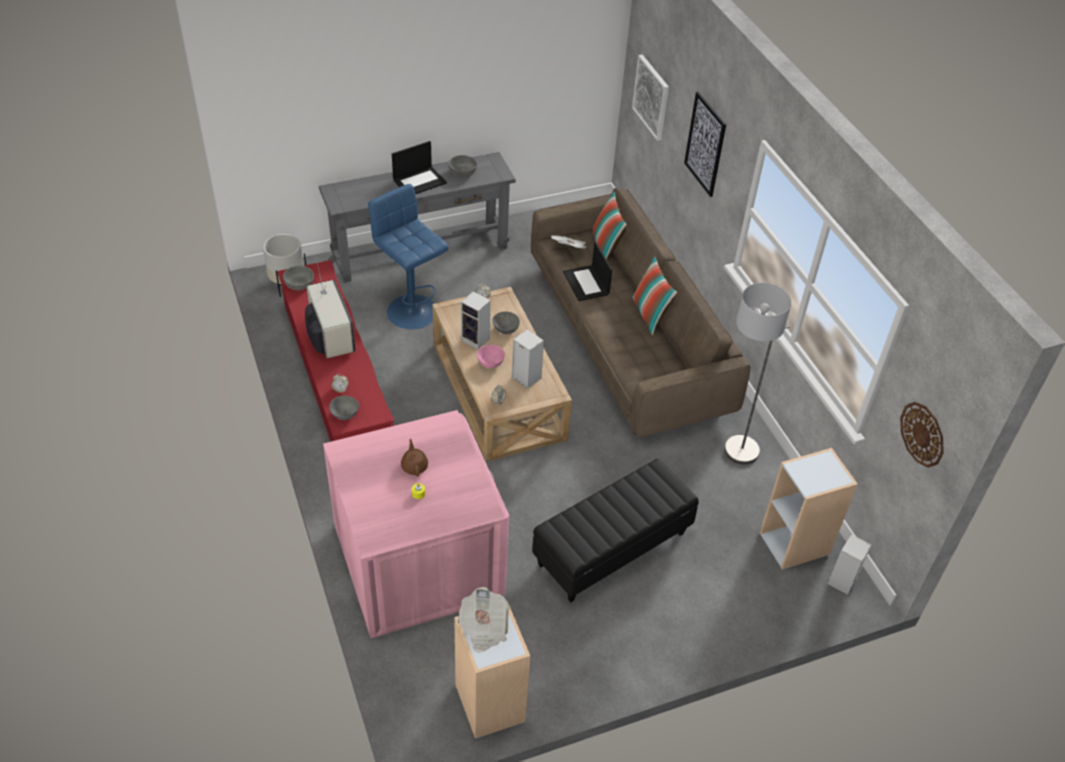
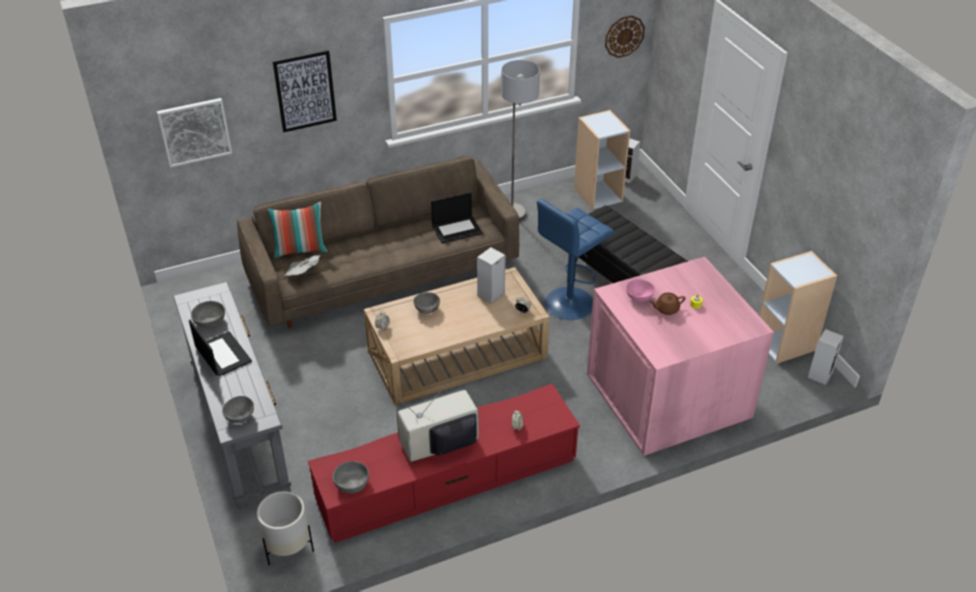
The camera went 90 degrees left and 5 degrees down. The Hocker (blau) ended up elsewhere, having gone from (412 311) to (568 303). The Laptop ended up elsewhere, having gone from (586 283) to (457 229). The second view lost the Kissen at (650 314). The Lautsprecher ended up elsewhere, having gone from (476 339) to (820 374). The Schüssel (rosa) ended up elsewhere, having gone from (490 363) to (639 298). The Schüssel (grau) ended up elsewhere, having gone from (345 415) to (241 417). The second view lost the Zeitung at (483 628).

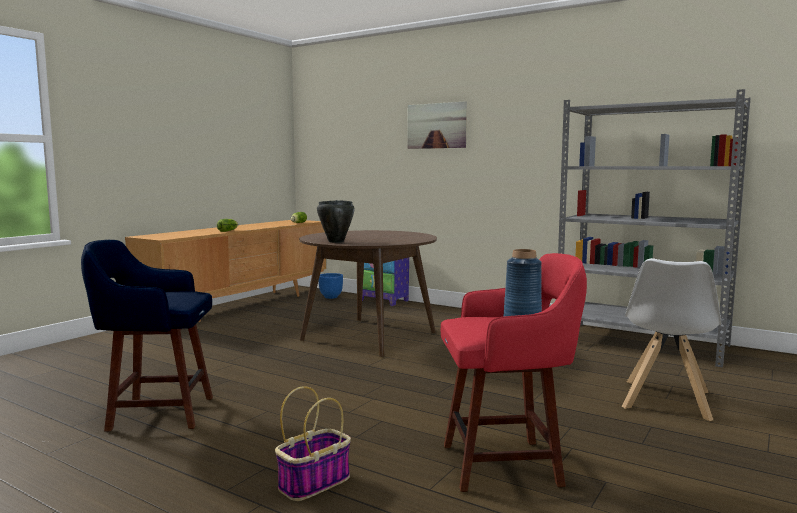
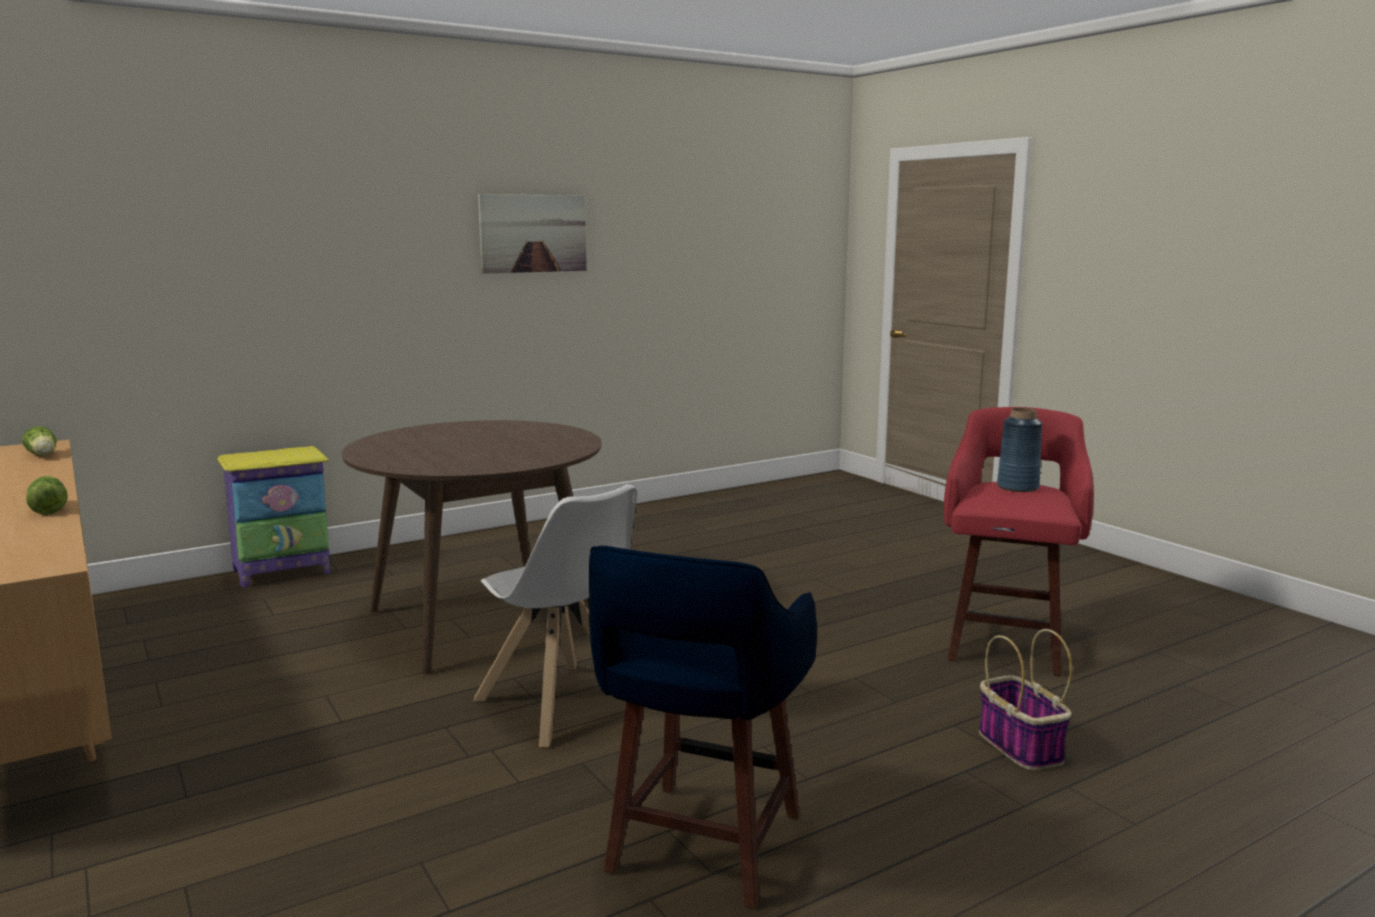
The camera went 65 degrees left and 5 degrees up. The second view lost the Bücherregal (grau) at (641 343). The Bild ended up elsewhere, having gone from (436 126) to (533 233). The second view lost the Kochtopf (schwarz) at (335 241). The Stuhl ended up elsewhere, having gone from (665 401) to (562 706). The second view lost the Pflanzkübel (blau) at (331 297).

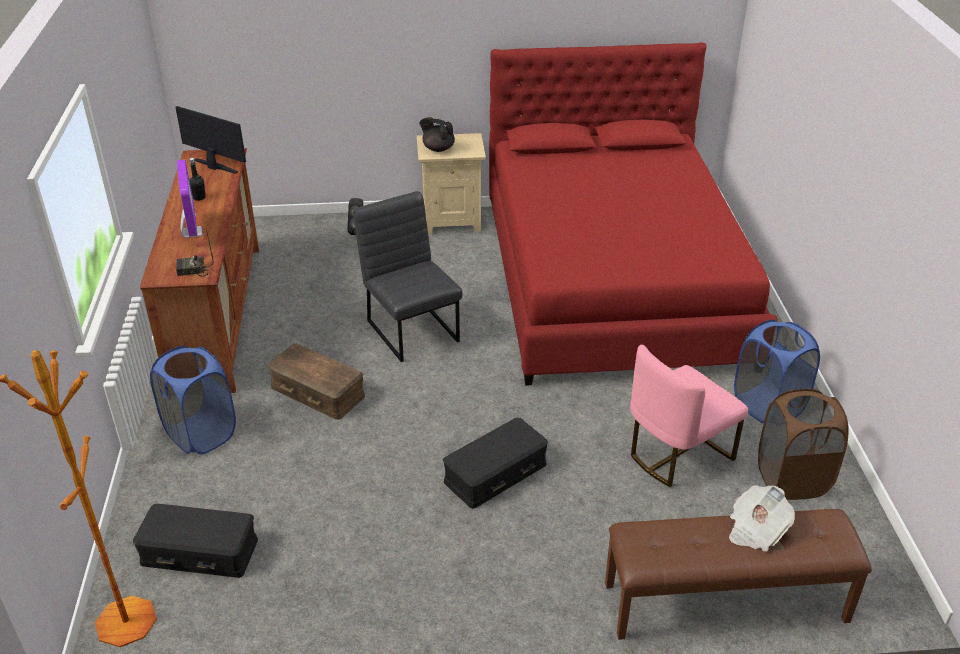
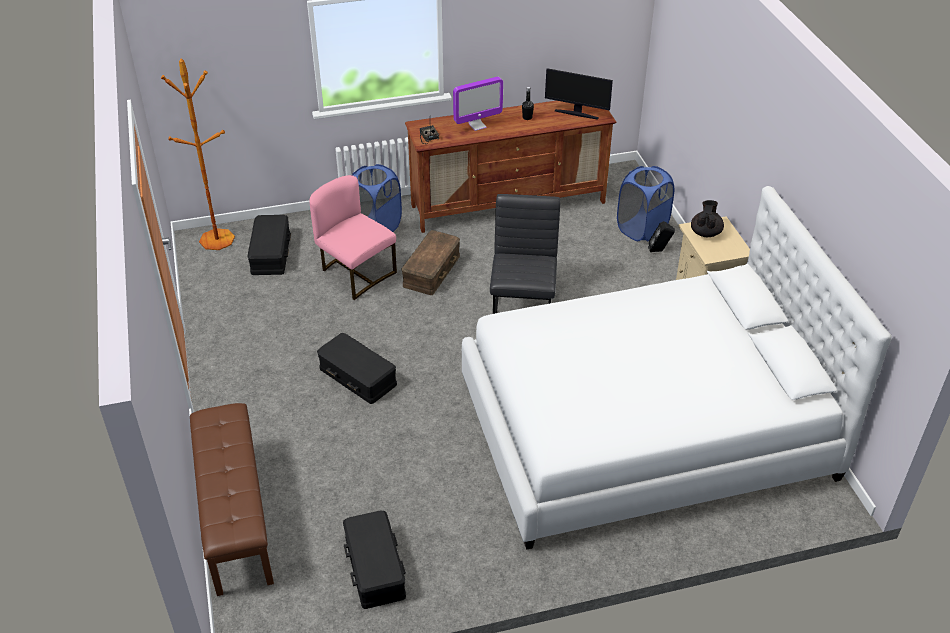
The camera went 80 degrees right and 5 degrees up. What was the Bett (rot) at (612 281) turned into the Bett (weiß) at (645 429). The Monitor at (214 167) ended up facing another way, 90 degrees clockwise from before. The Stuhl (grau) at (412 329) ended up facing another way, 45 degrees counterclockwise from before. The Wäschekorb (blau) ended up elsewhere, having gone from (768 406) to (642 229). The Stuhl (rosa) ended up elsewhere, having gone from (677 454) to (356 273). Where the Wäschekorb (braun) stood at (792 479), the Aufbewahrungsbox (schwarz) came to stand at (376 567). The second view lost the Zeitung at (756 529).

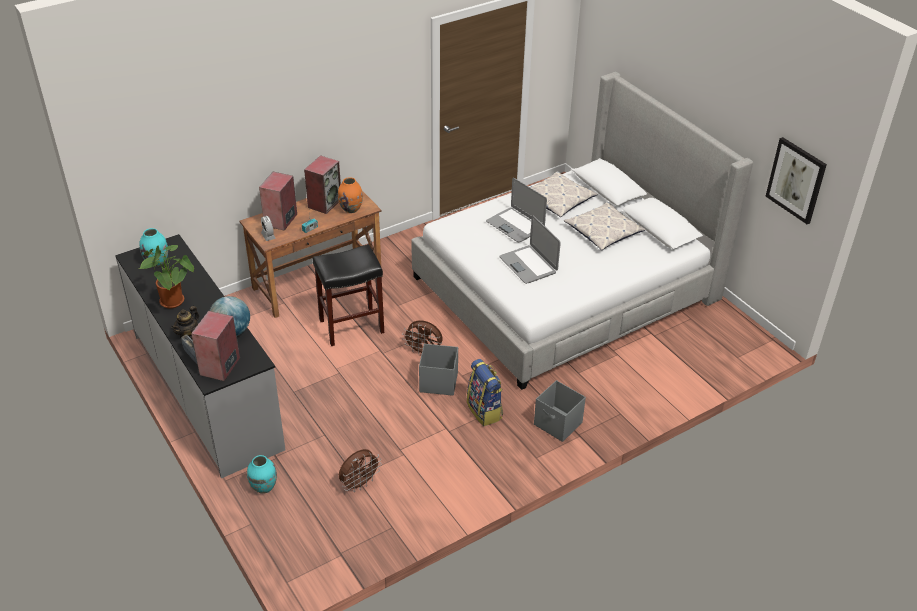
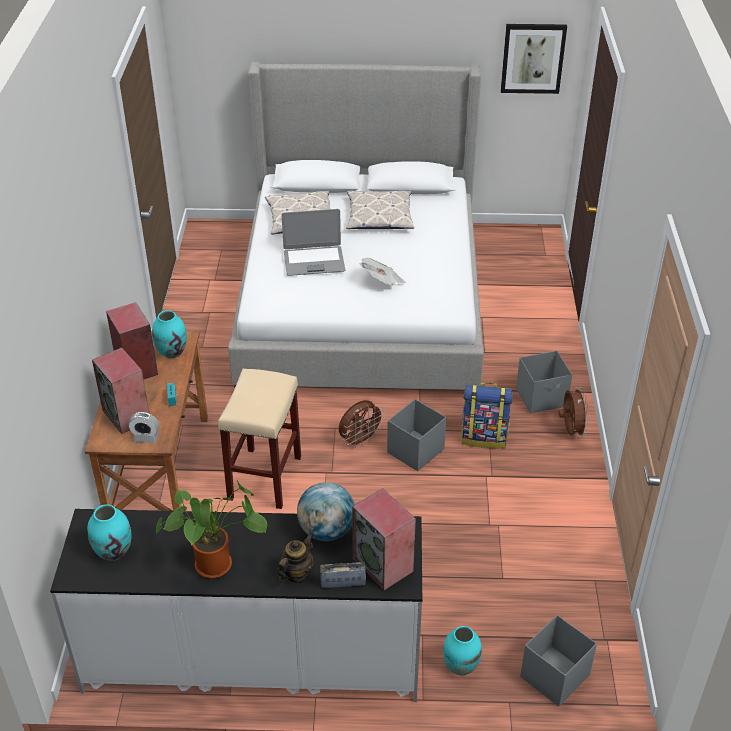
The camera went 55 degrees left and 0 degrees up. What was the Vase (orange) at (351 209) turned into the Vase (türkis) at (172 352). Where the Laptop stood at (528 265), the Zeitung came to stand at (382 282). What was the Hocker (schwarz) at (351 327) turned into the Hocker (beige) at (265 479). The Teekanne at (188 335) ended up facing another way, 120 degrees counterclockwise from before. The Ventilator (braun) ended up elsewhere, having gone from (359 484) to (570 430). The second view gained the Aufbewahrungsbox (grau) at (553 676).

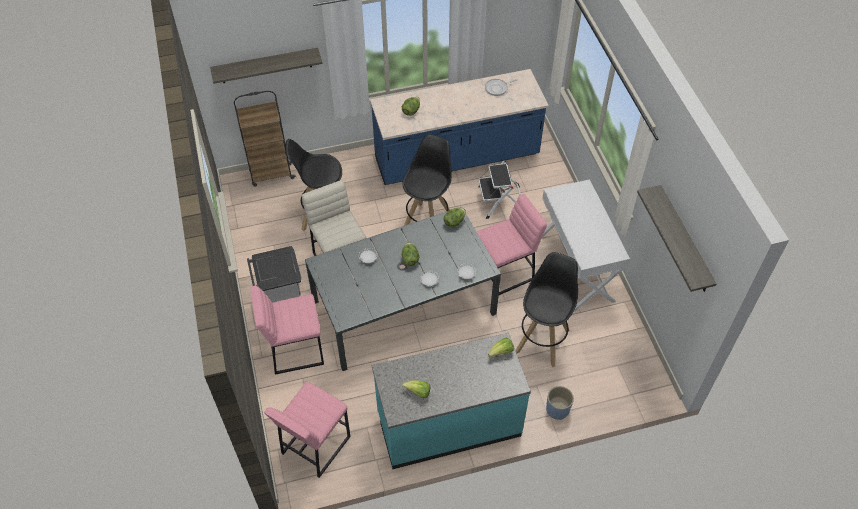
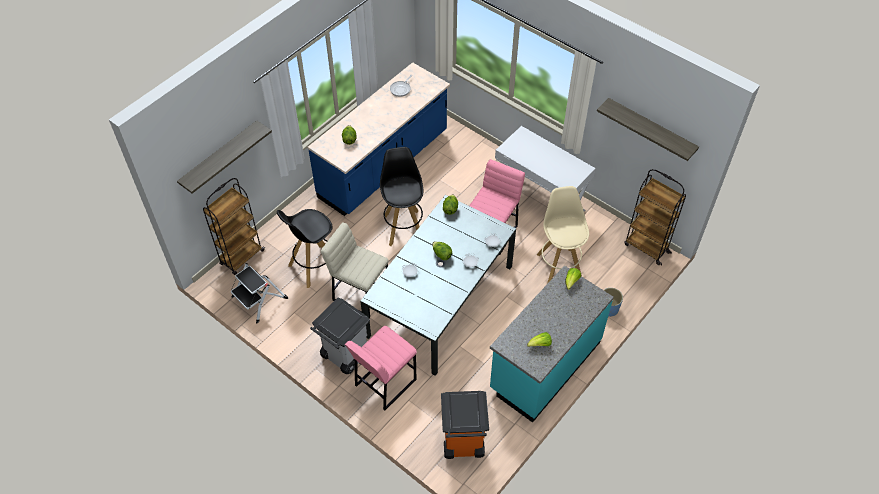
The camera went 35 degrees left and 0 degrees up. The Trittleiter ended up elsewhere, having gone from (501 200) to (259 299). What was the Hocker (schwarz) at (542 340) turned into the Hocker (beige) at (559 266). Where the Stuhl (rosa) stood at (315 446), the Mülleimer (orange) came to stand at (462 443). The second view gained the Rollwagen (braun) at (646 248).

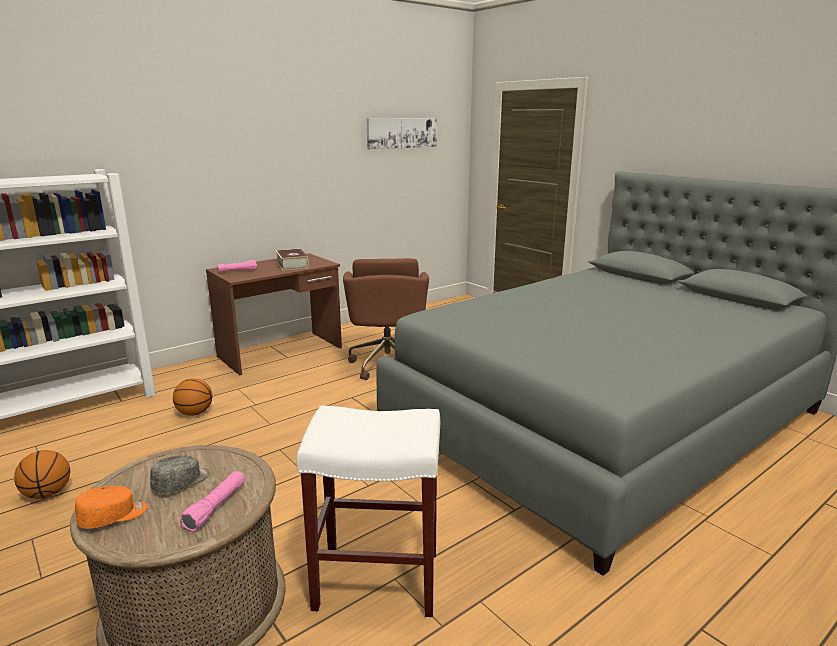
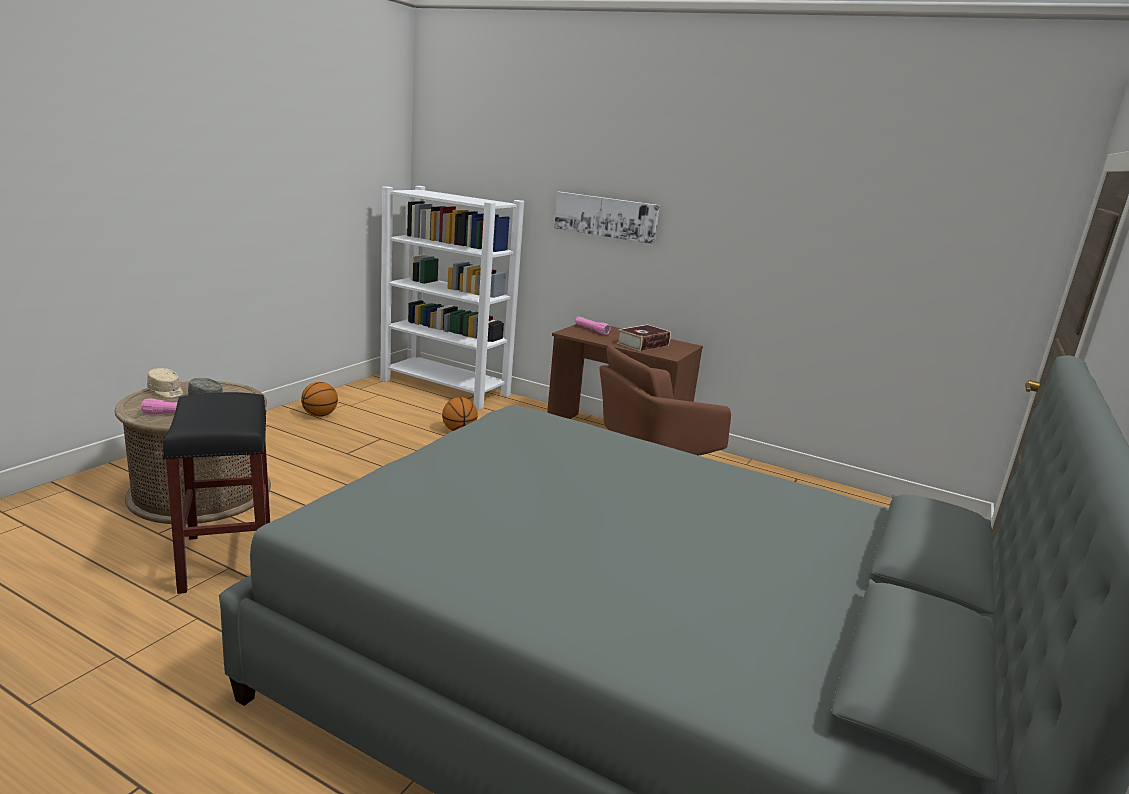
The camera went 65 degrees right and 0 degrees up. The Bild ended up elsewhere, having gone from (402 133) to (606 217). What was the Hocker (weiß) at (375 580) turned into the Hocker (schwarz) at (226 558). What was the Kappe (orange) at (113 516) turned into the Kappe (beige) at (166 391).

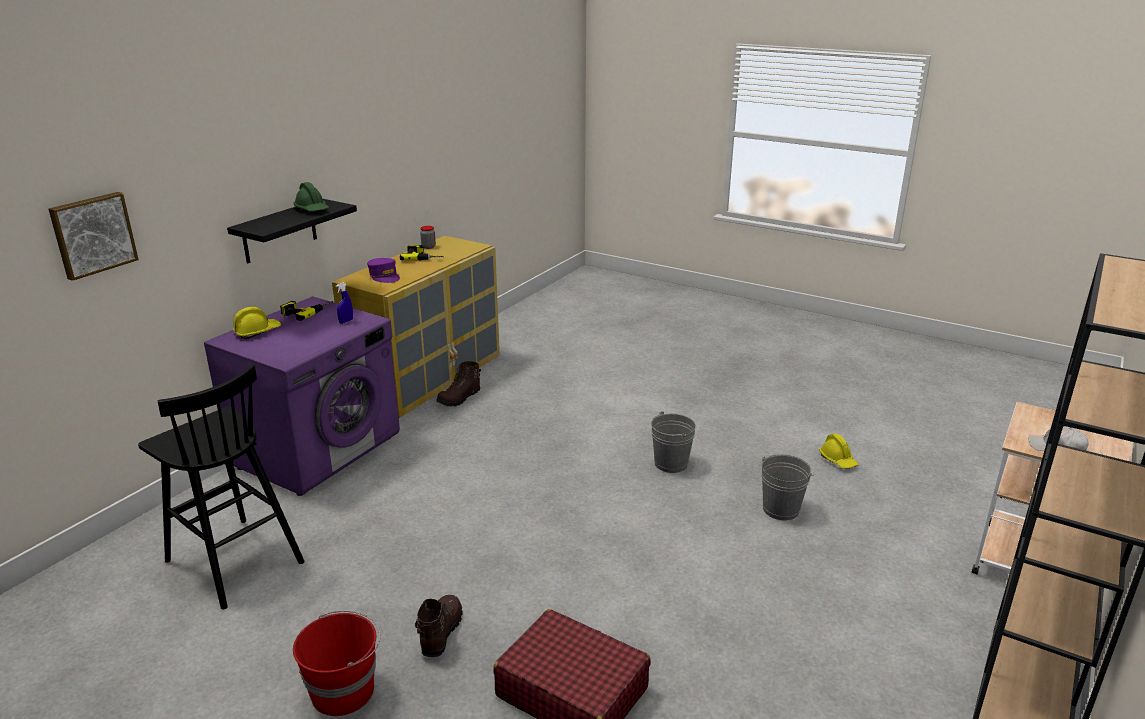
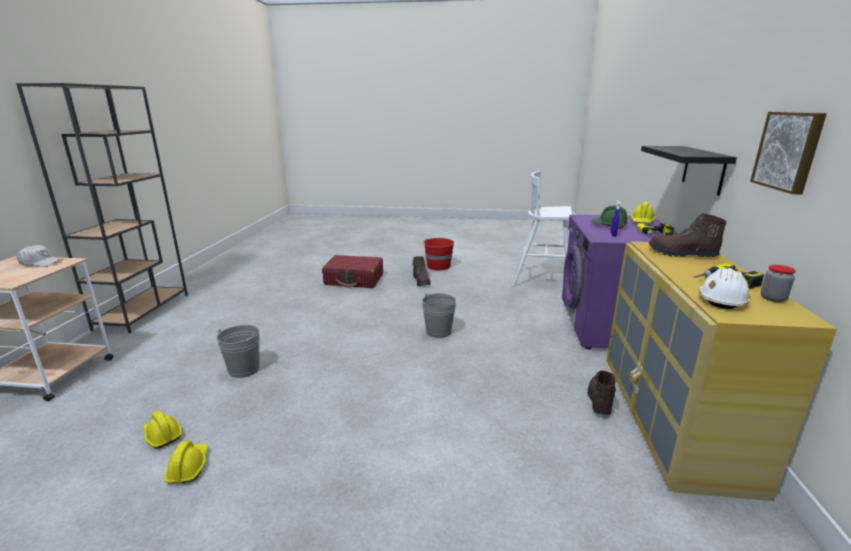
The camera went 155 degrees right and 5 degrees down. The Schutzhelm (grün) ended up elsewhere, having gone from (312 209) to (608 226). The Bild ended up elsewhere, having gone from (93 234) to (789 151). Where the Kappe (lila) stood at (384 276), the Stiefel (braun) came to stand at (681 254). What was the Hocker (schwarz) at (233 561) turned into the Hocker (weiß) at (543 281). The Eimer (grau) ended up elsewhere, having gone from (671 463) to (438 331). The second view gained the Schutzhelm (weiß) at (722 300). The second view gained the Schutzhelm (gelb) at (188 467).

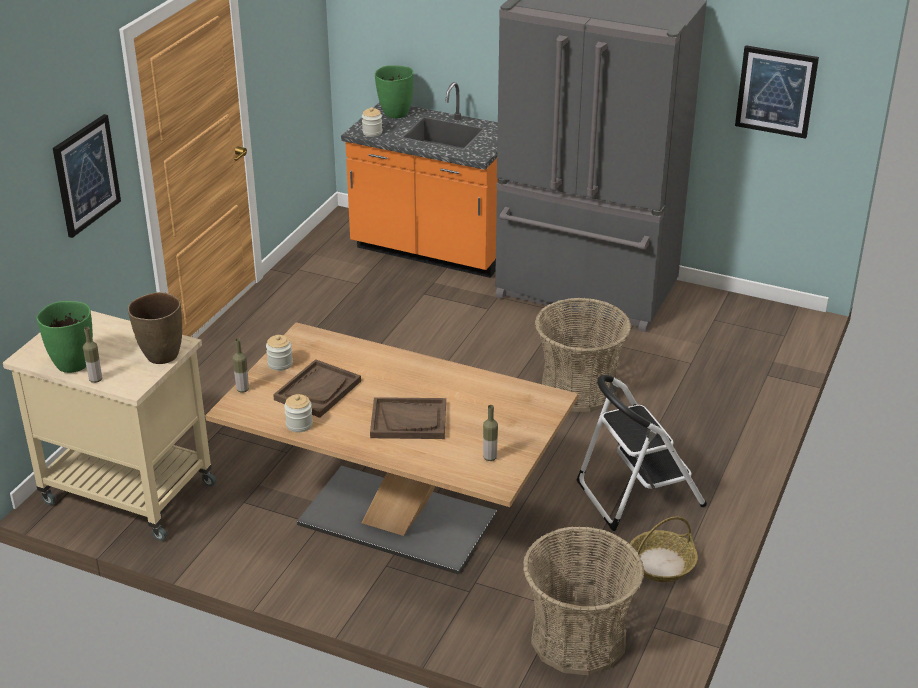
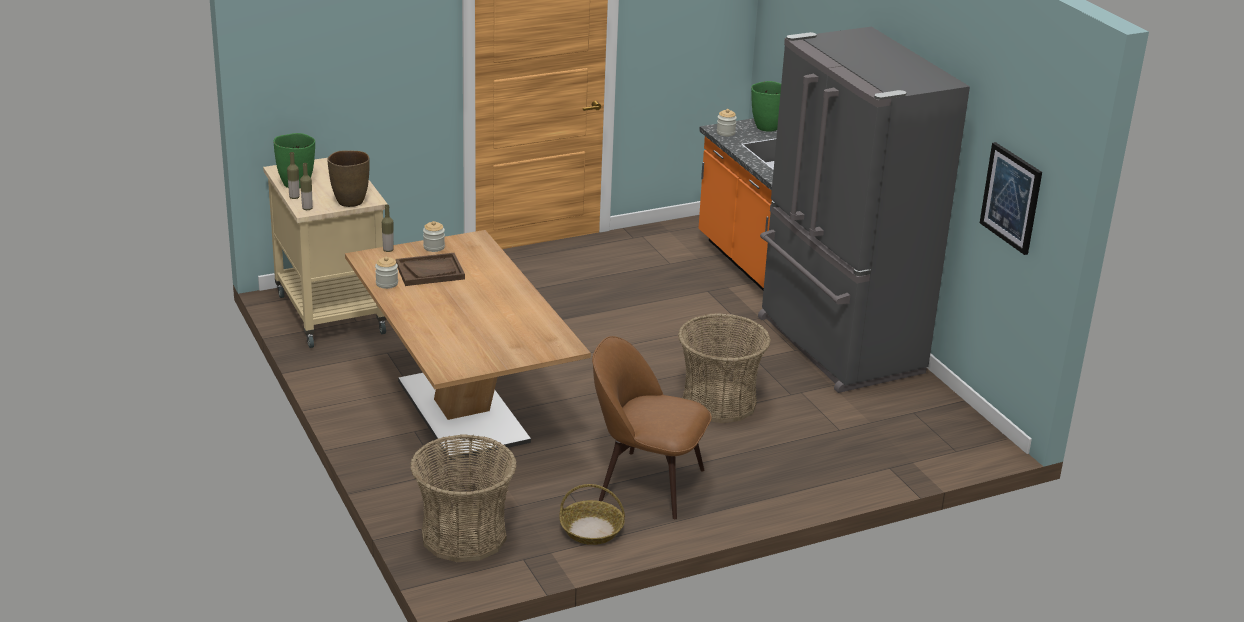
The camera went 40 degrees right and 5 degrees down. The second view lost the Bild at (86 175). Where the Trittleiter stood at (636 494), the Stuhl (braun) came to stand at (647 483). The second view lost the Tablett (braun) at (409 420). The Flasche ended up elsewhere, having gone from (490 457) to (307 208).

